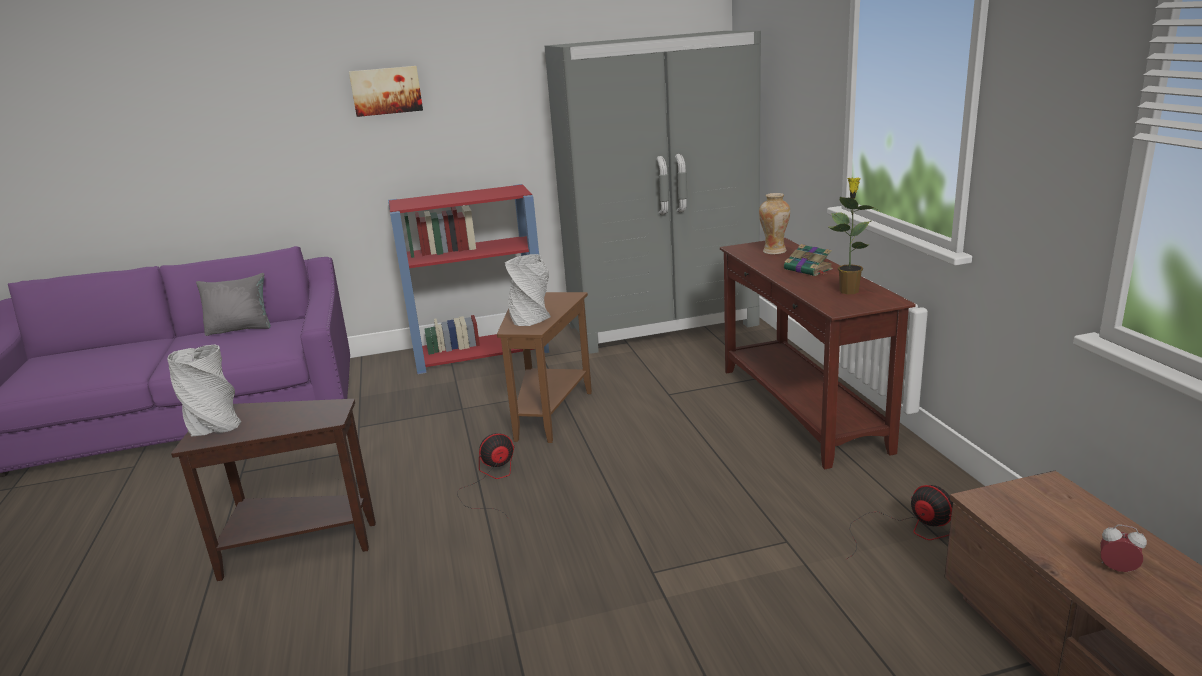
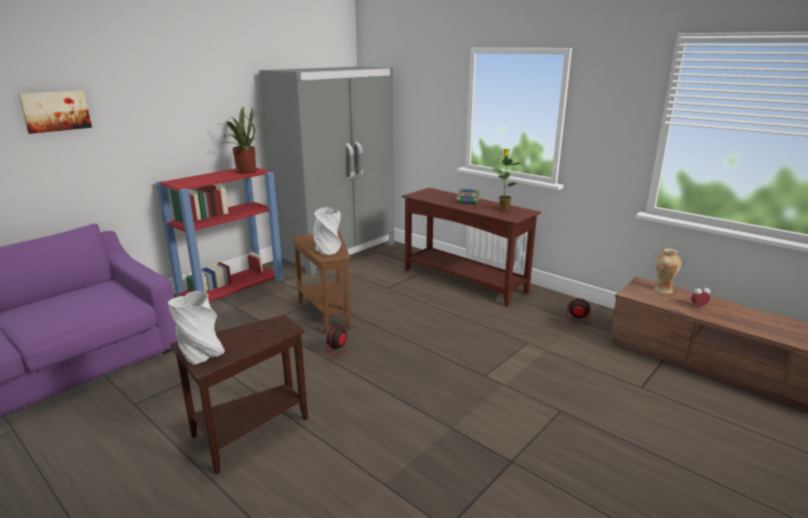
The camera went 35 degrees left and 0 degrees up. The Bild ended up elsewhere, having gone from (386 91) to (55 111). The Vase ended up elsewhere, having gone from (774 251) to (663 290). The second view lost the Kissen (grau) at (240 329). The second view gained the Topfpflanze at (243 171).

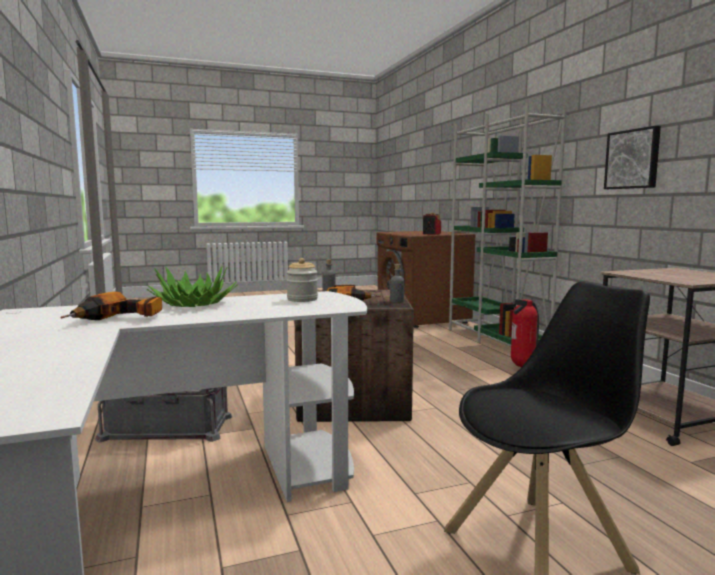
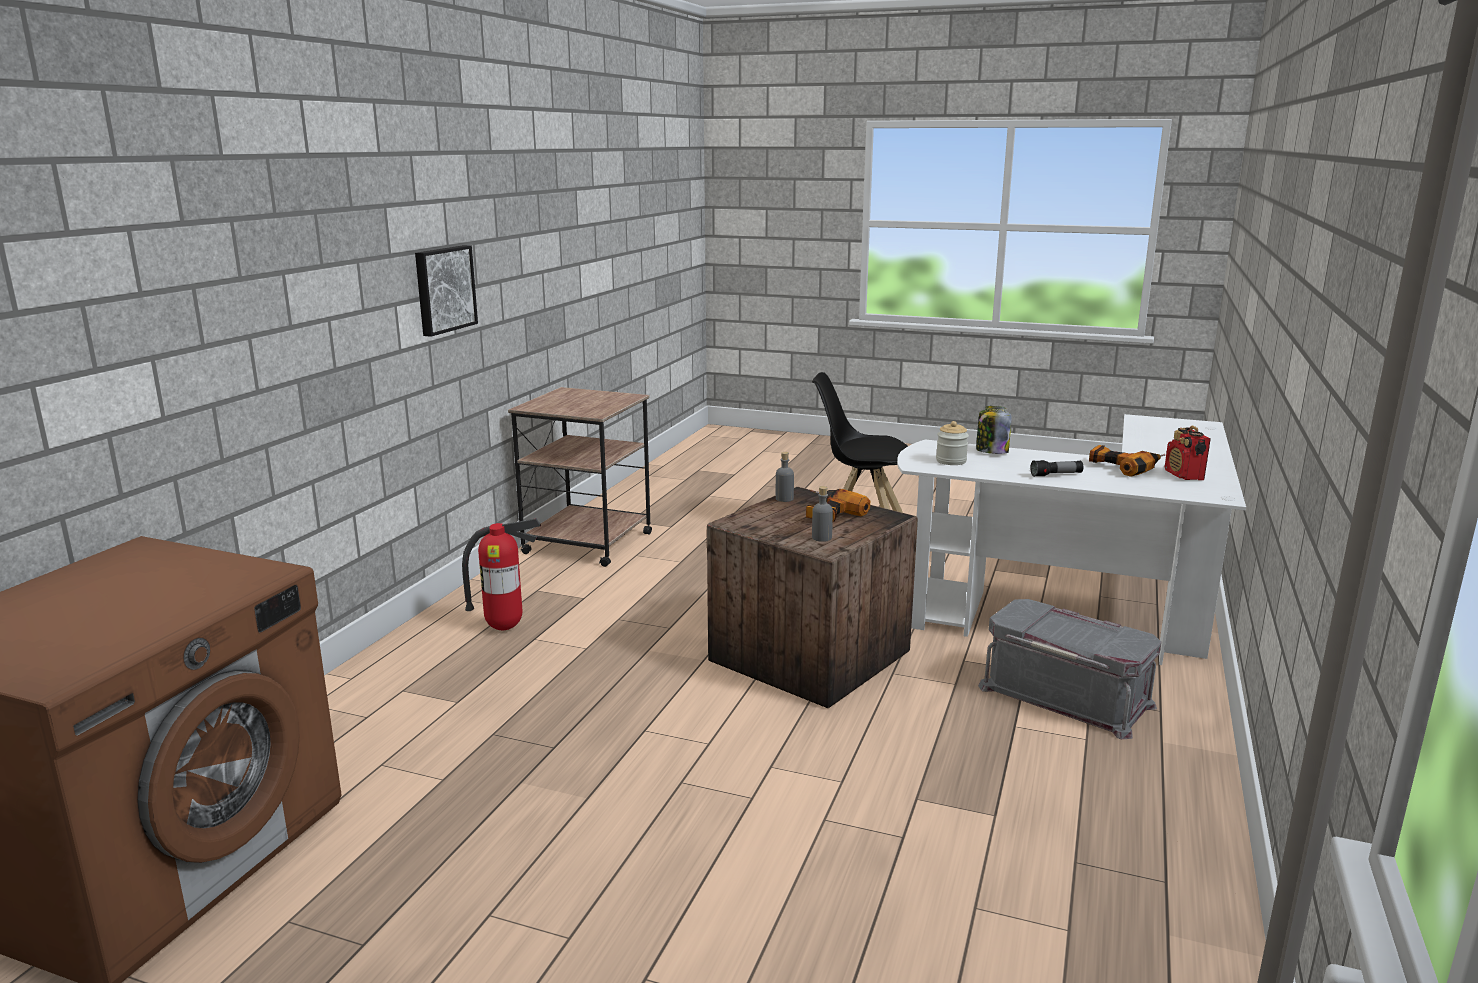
The camera went 140 degrees left and 10 degrees up. The second view lost the Bücherregal (grün) at (496 341). The Radio ended up elsewhere, having gone from (431 234) to (1184 475). Where the Topfpflanze stood at (193 304), the Taschenlampe came to stand at (1056 475). The second view gained the Vorratsglas at (991 451).

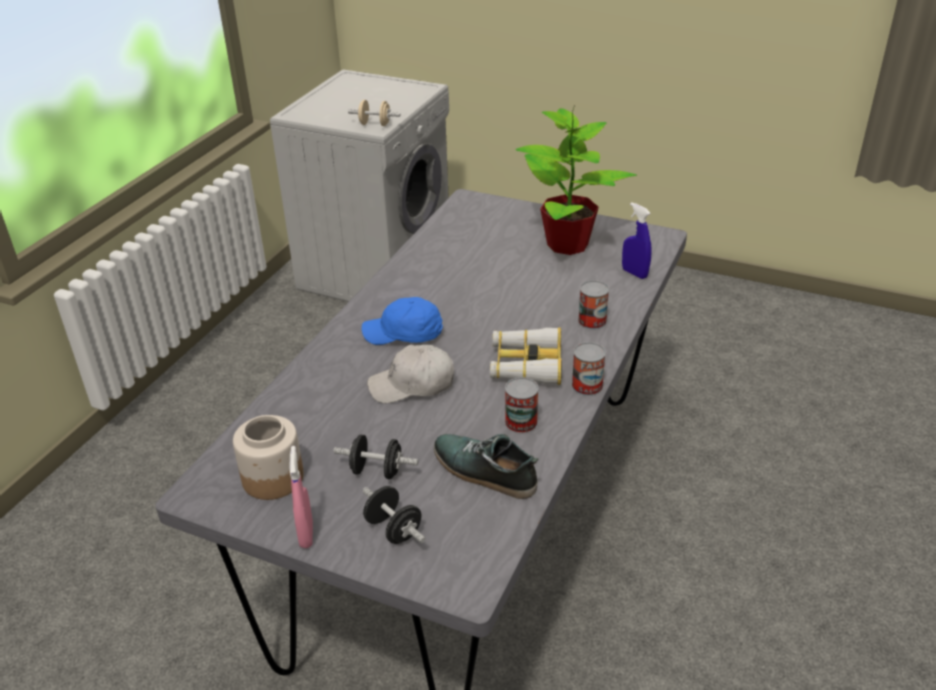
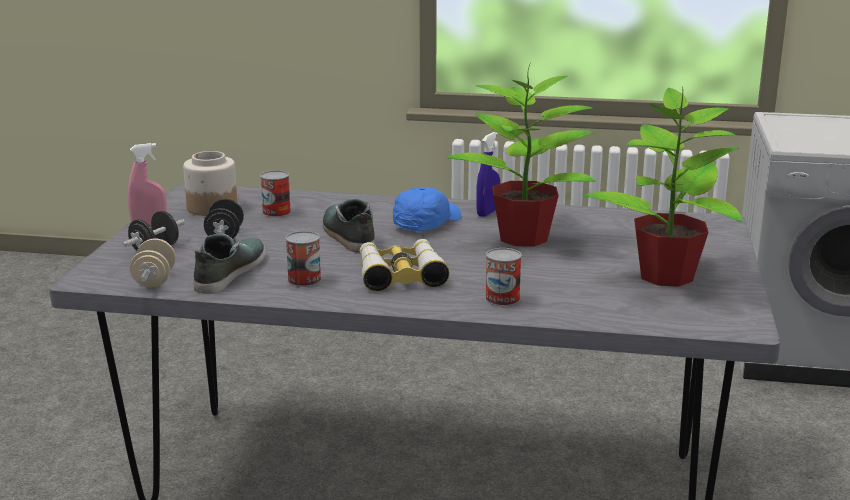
The camera went 75 degrees right and 15 degrees down. The Hantel (beige) ended up elsewhere, having gone from (375 124) to (154 280). The Sprühflasche (blau) ended up elsewhere, having gone from (634 273) to (487 213). The Kappe (blau) at (404 334) ended up facing another way, 45 degrees clockwise from before. The Dose ended up elsewhere, having gone from (587 386) to (276 212). Where the Kappe (weiß) stood at (412 385), the Schuh came to stand at (347 235). The second view gained the Topfpflanze at (525 237).

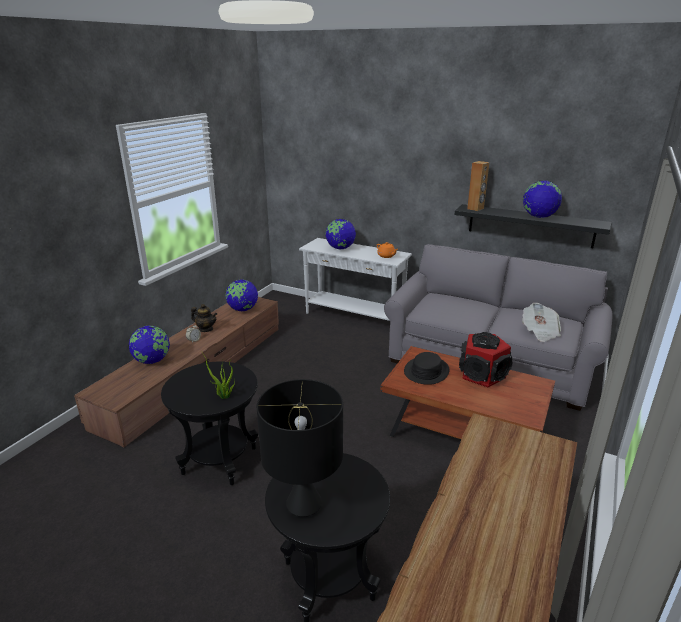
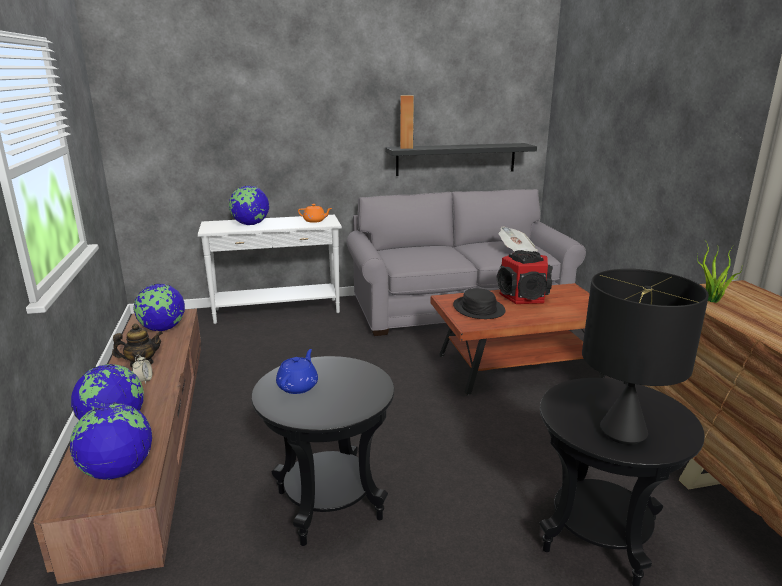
The camera went 40 degrees left and 5 degrees down. The Globus ended up elsewhere, having gone from (539 217) to (118 471). The Topfpflanze ended up elsewhere, having gone from (223 397) to (712 301). The second view gained the Teekanne (blau) at (298 386).

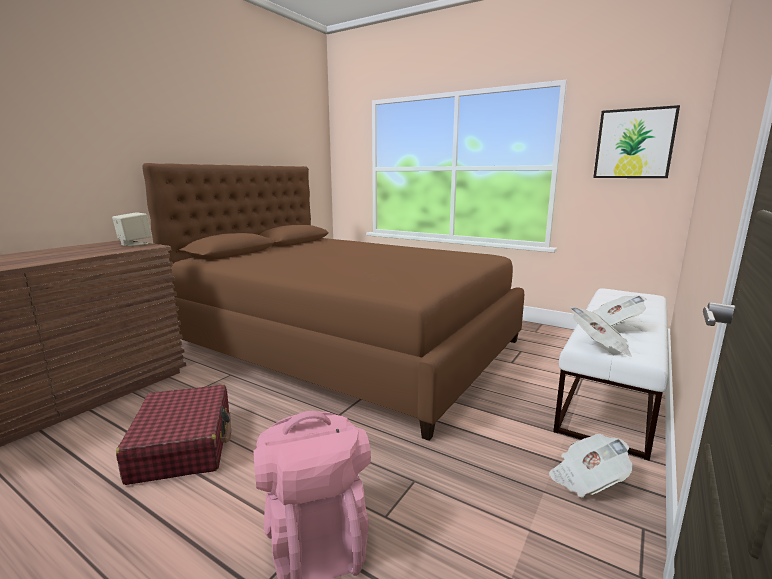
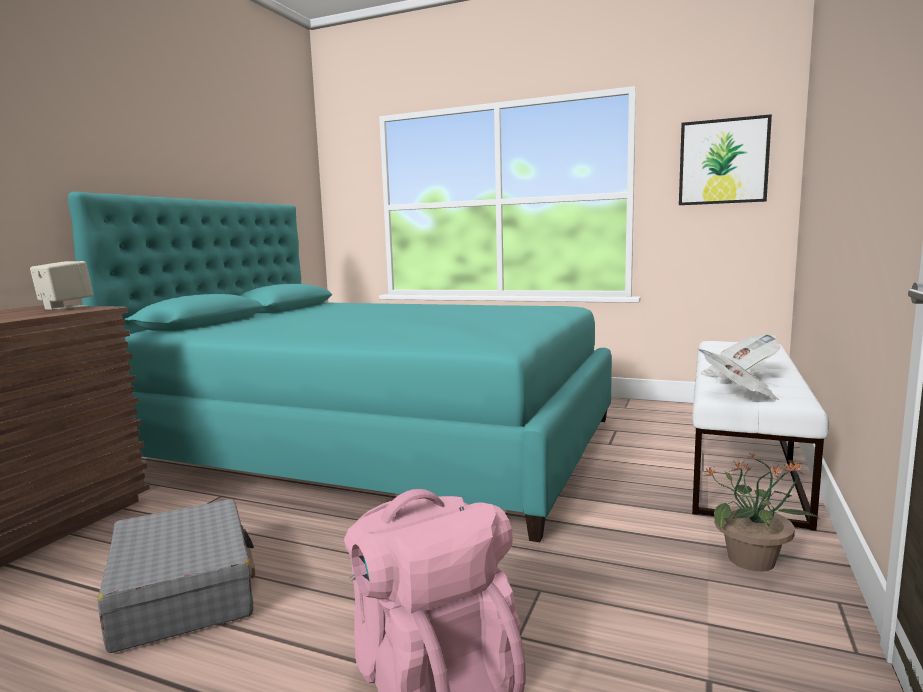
The camera went 10 degrees left and 5 degrees down. What was the Bett (braun) at (346 344) turned into the Bett (türkis) at (378 442). What was the Koffer (rot) at (183 445) turned into the Koffer (grau) at (184 591). Where the Zeitung stood at (586 480), the Topfpflanze came to stand at (753 560).

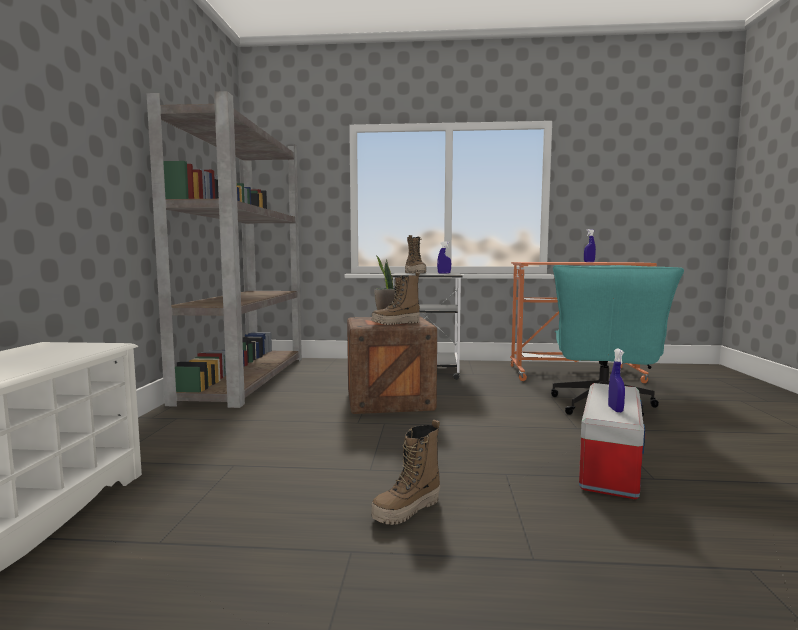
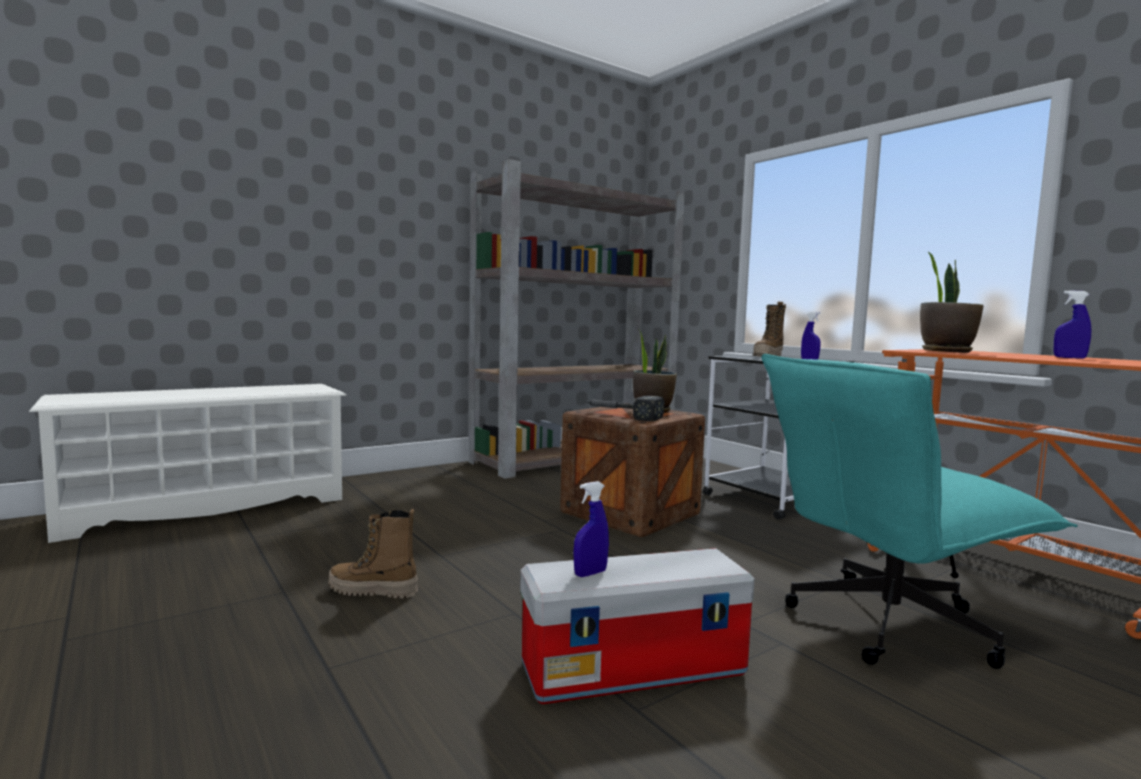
The camera went 50 degrees right and 0 degrees up. Where the Stiefel stood at (396 323), the Hammer came to stand at (621 416). The second view gained the Topfpflanze at (946 352).

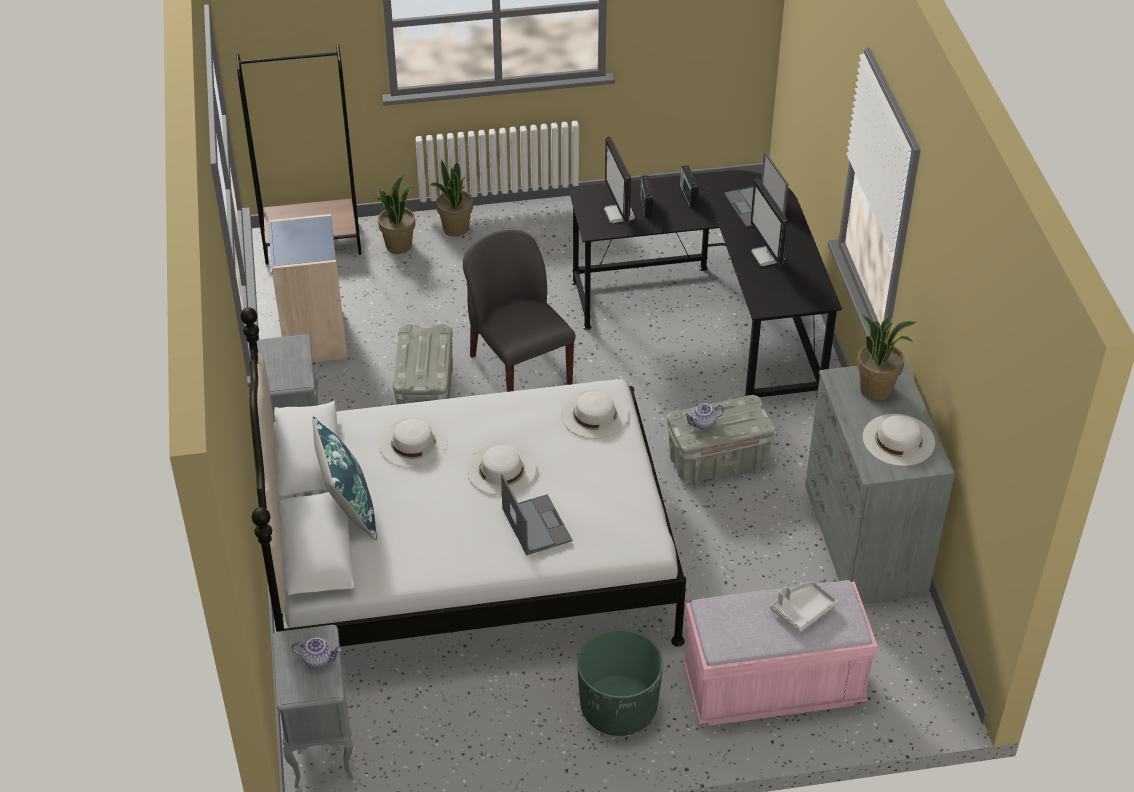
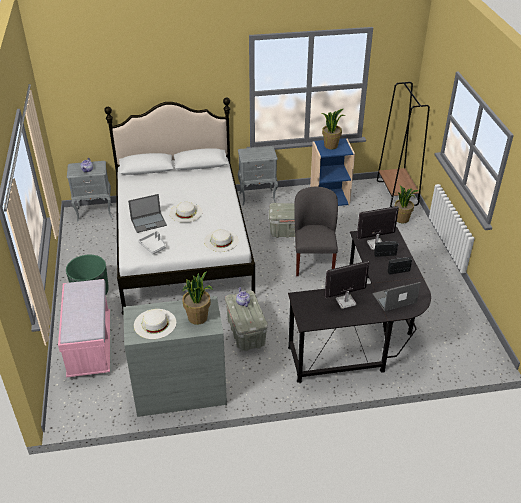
The camera went 90 degrees right and 5 degrees down. The Topfpflanze ended up elsewhere, having gone from (455 228) to (331 145). The Stuhl (grau) at (519 368) ended up facing another way, 60 degrees counterclockwise from before. The second view lost the Kissen (blau) at (348 508). The second view lost the Hut (weiß) at (413 442). The Tablett (grau) ended up elsewhere, having gone from (802 610) to (153 246).

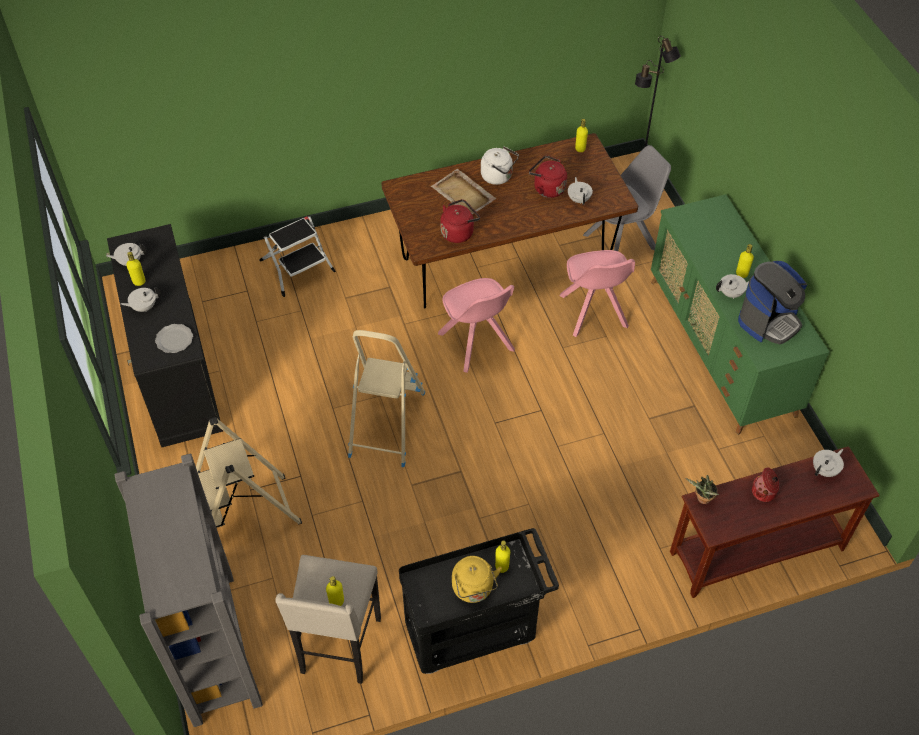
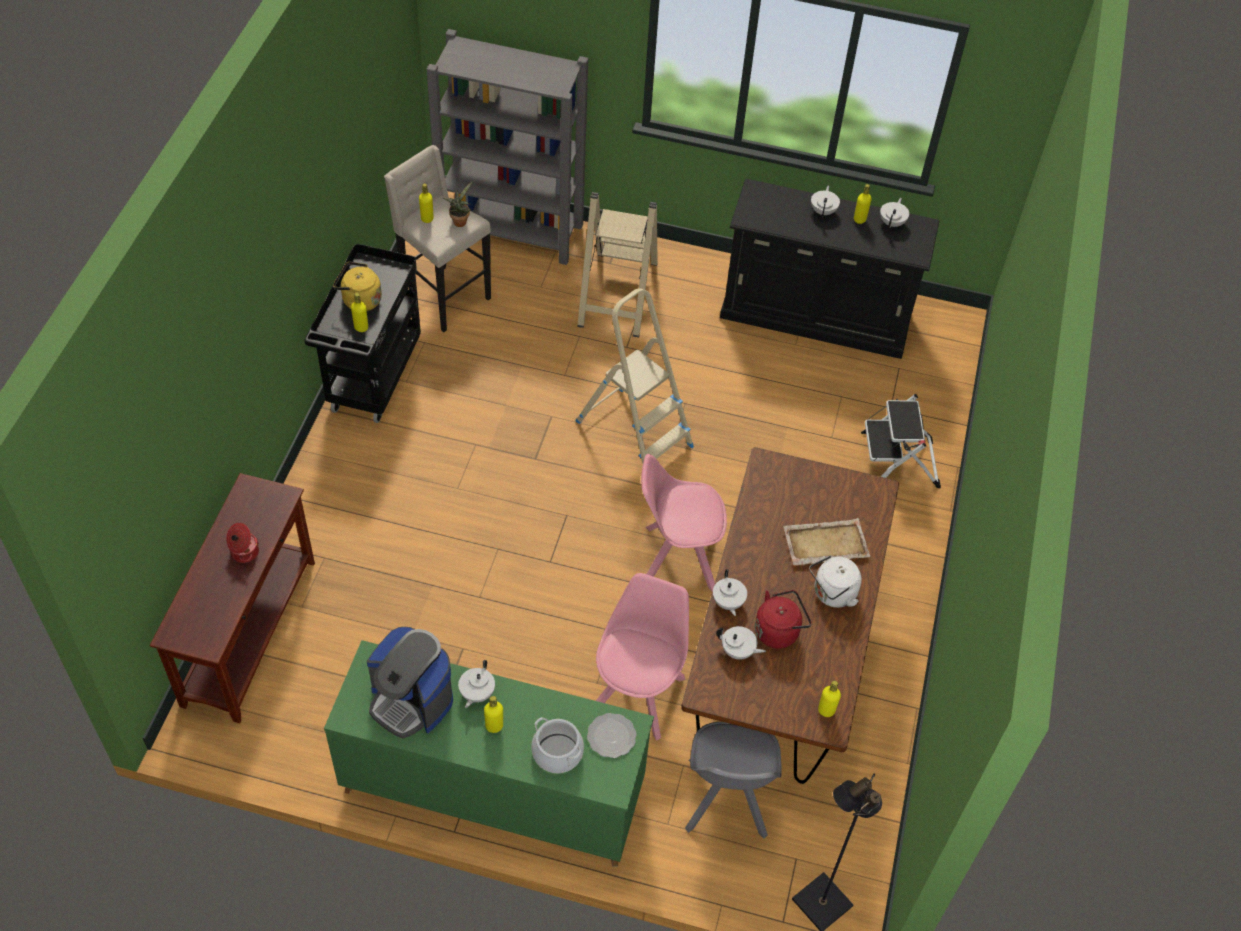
The camera went 120 degrees right and 0 degrees up. The second view lost the Wasserkessel (rot) at (458 232). The Stuhl (rosa) at (593 312) ended up facing another way, 90 degrees clockwise from before. The Kaffeemaschine at (768 321) ended up facing another way, 45 degrees counterclockwise from before. The Teller ended up elsewhere, having gone from (174 340) to (611 736). The Teekanne (weiß) ended up elsewhere, having gone from (825 470) to (728 602). The Topfpflanze ended up elsewhere, having gone from (701 499) to (460 221). The second view gained the Kochtopf at (557 753).

